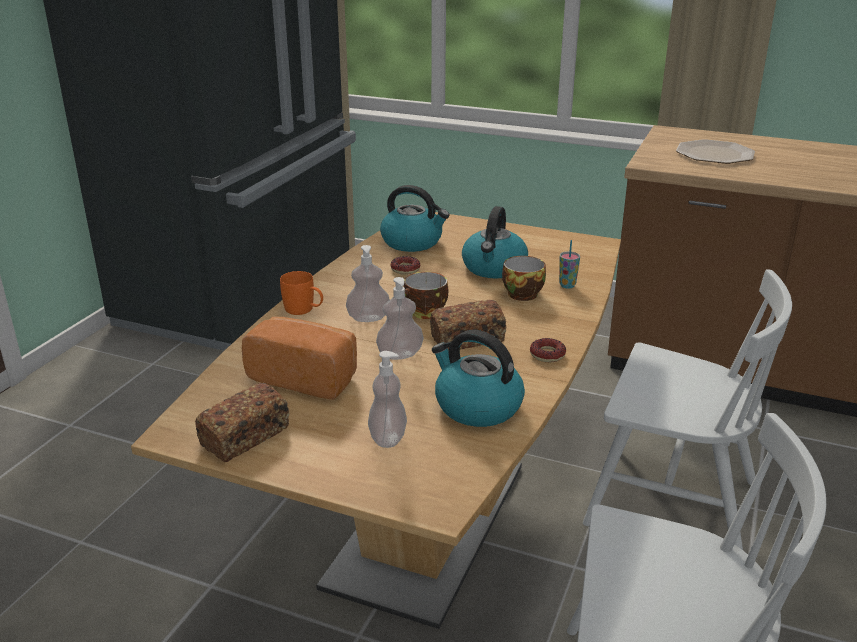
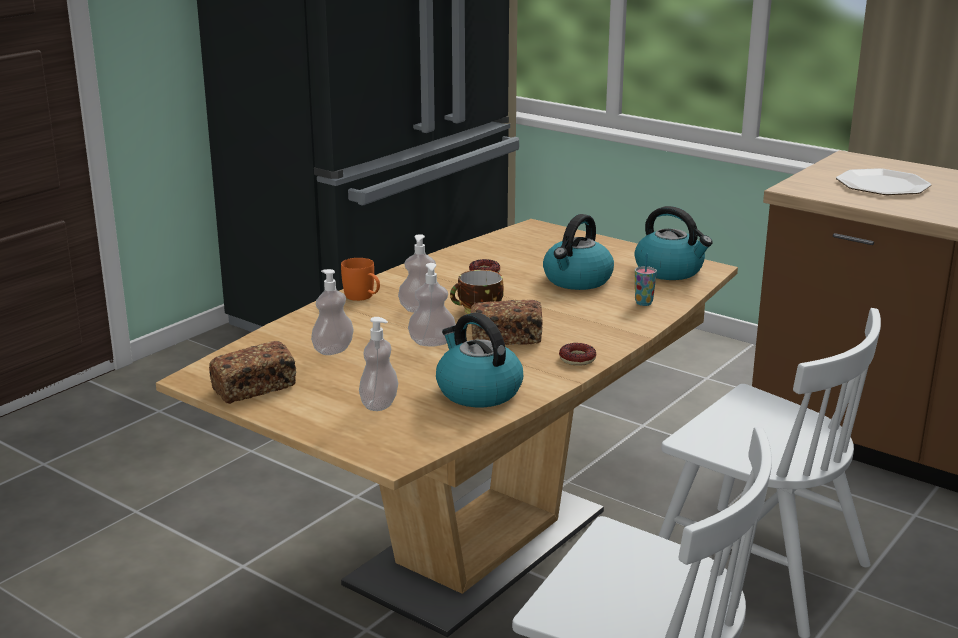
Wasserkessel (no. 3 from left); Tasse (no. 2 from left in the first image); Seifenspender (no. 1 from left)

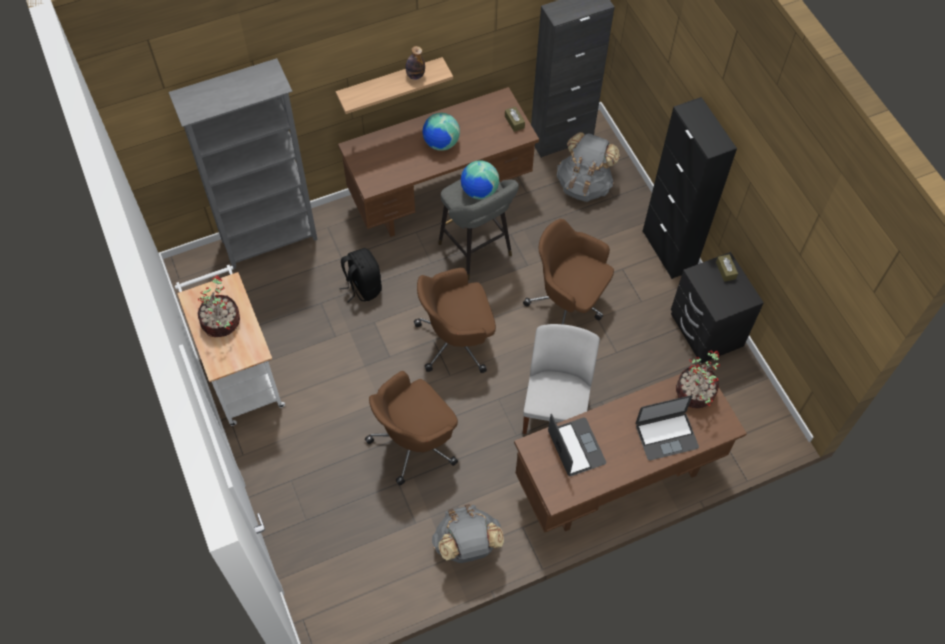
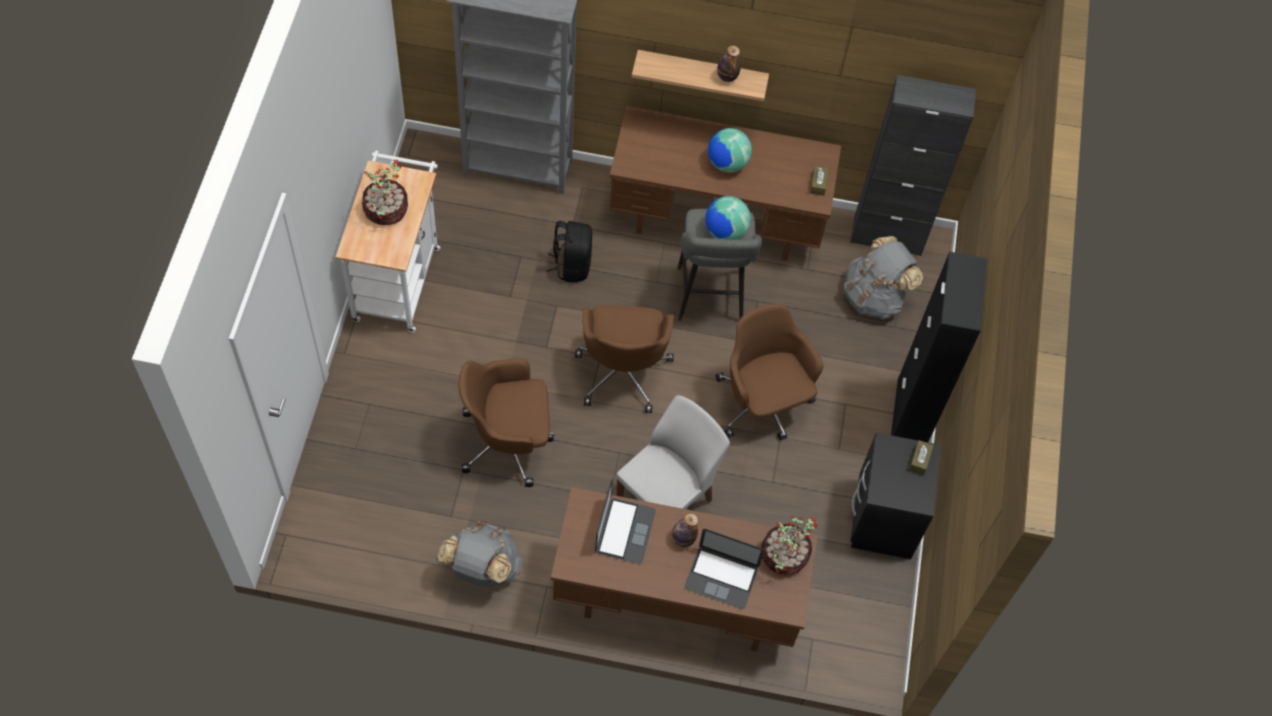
Bürostuhl/braun (no. 2 from left); Flasche (no. 1 from left)

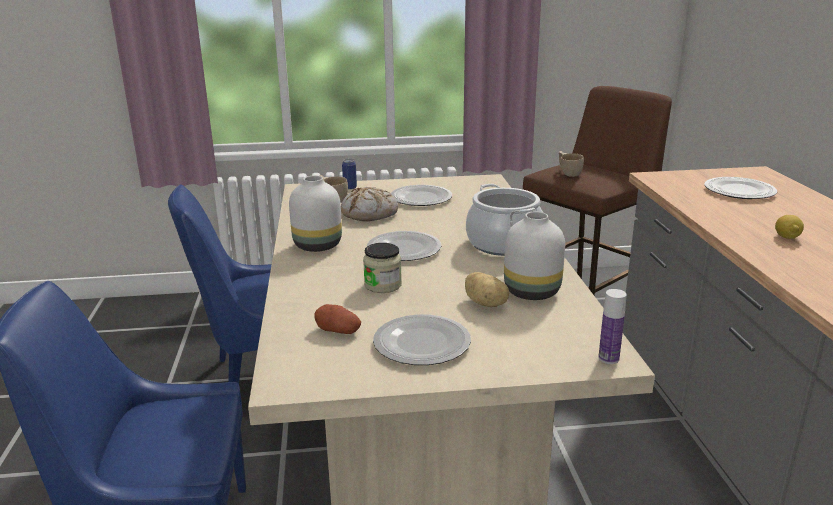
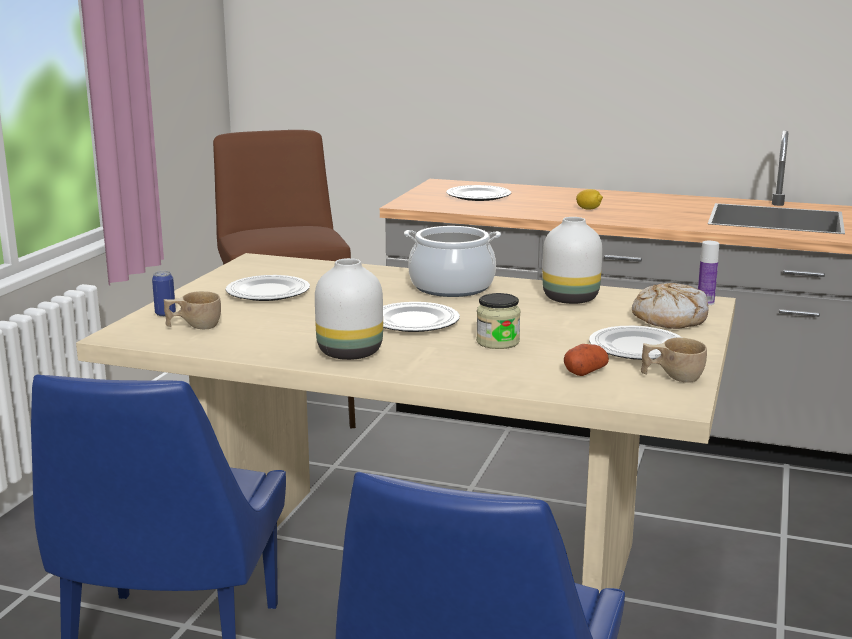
Tasse/beige (no. 2 from left); Brot; Kartoffel (no. 2 from left in the first image)

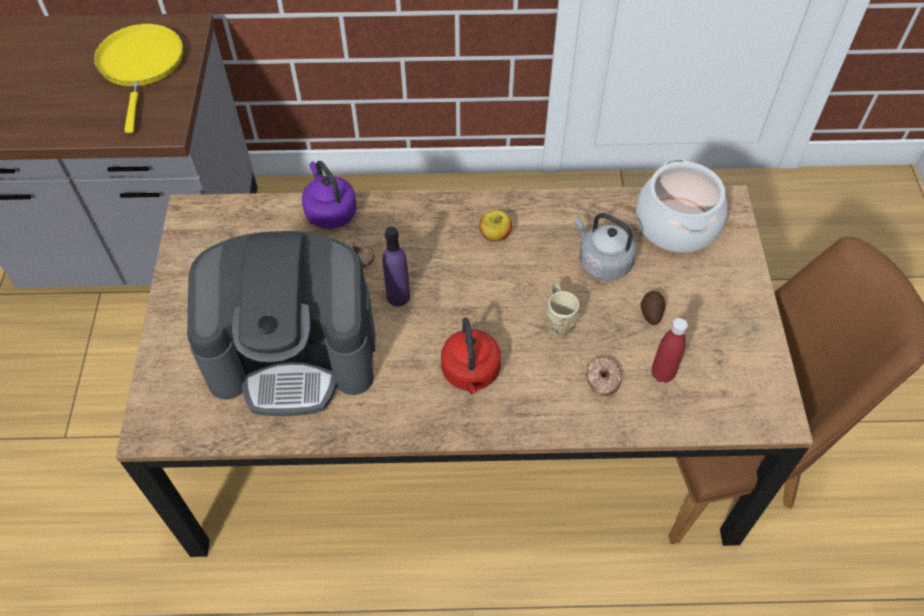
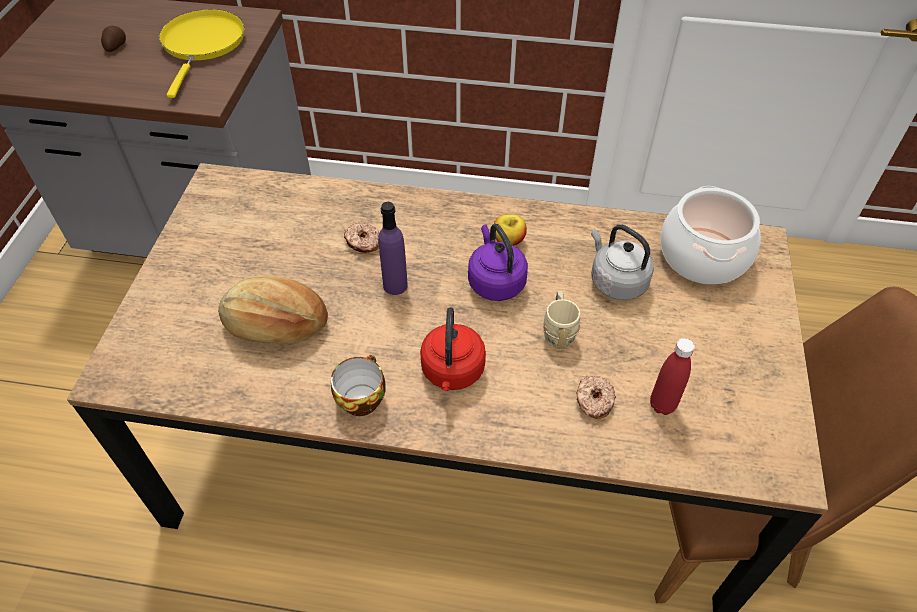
Wasserkessel/lila; Brot; Kartoffel; Tasse

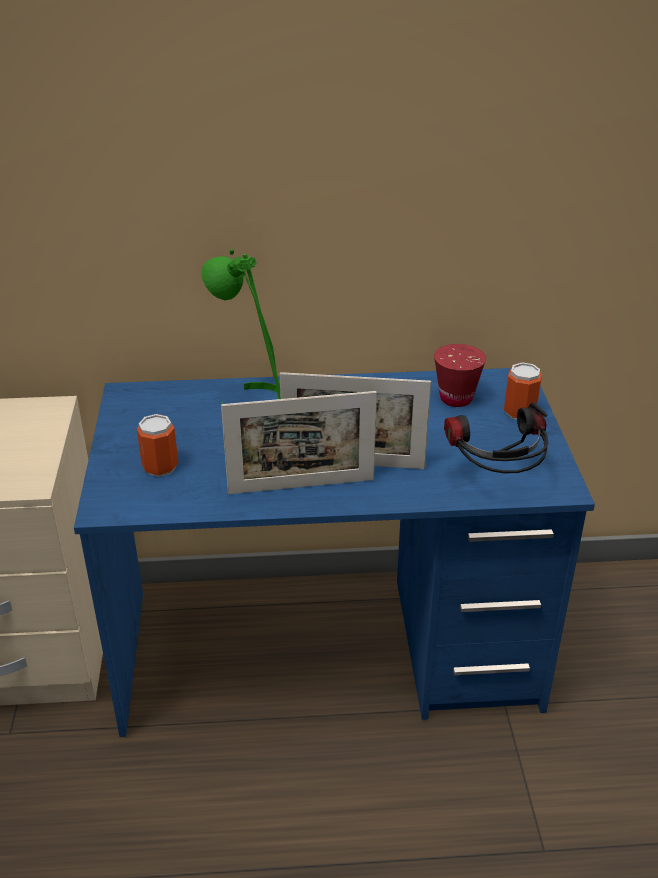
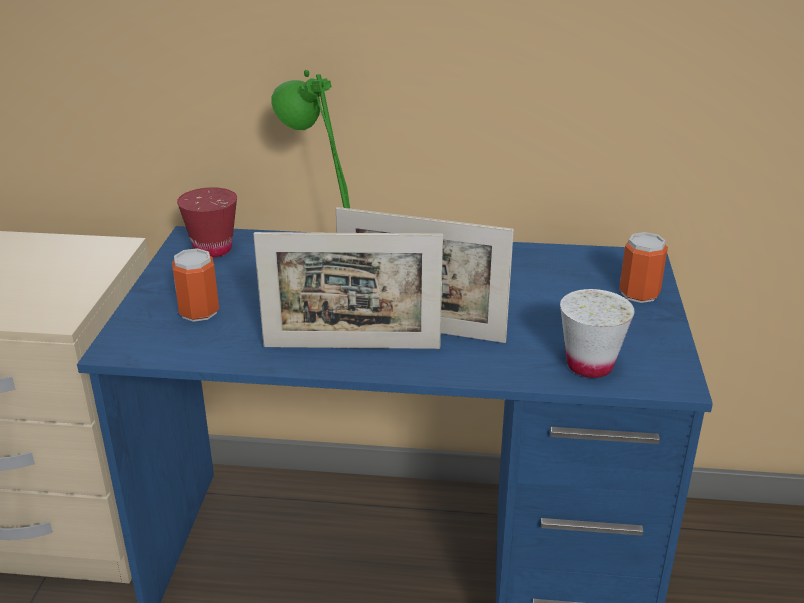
Tasse/rot; Tasse/weiß

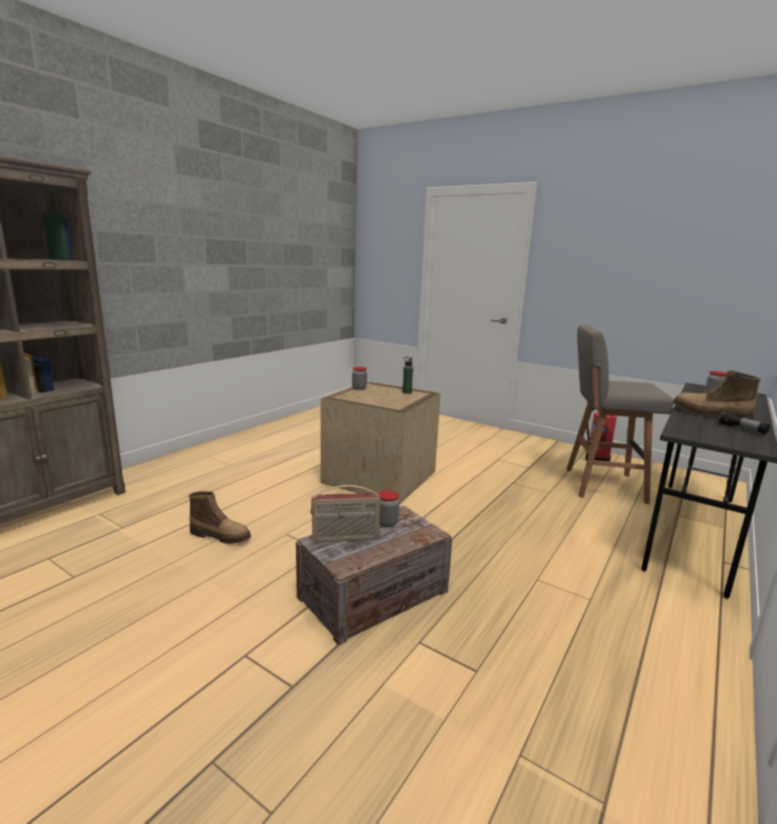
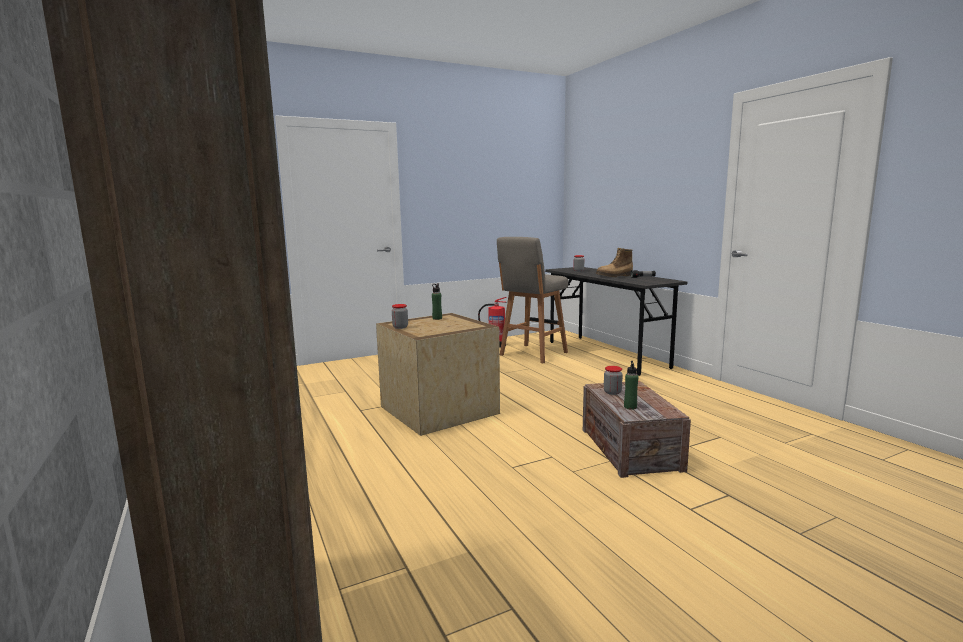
Flasche/grün (no. 2 from left); Stiefel (no. 1 from left in the first image)

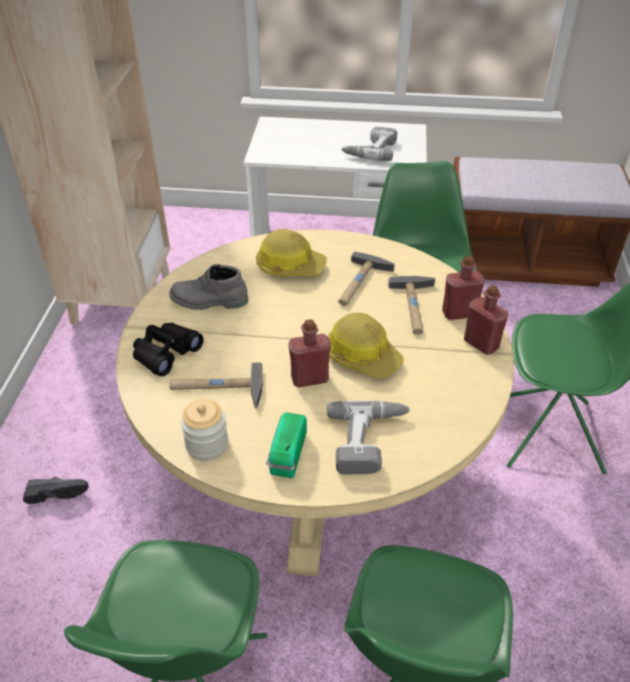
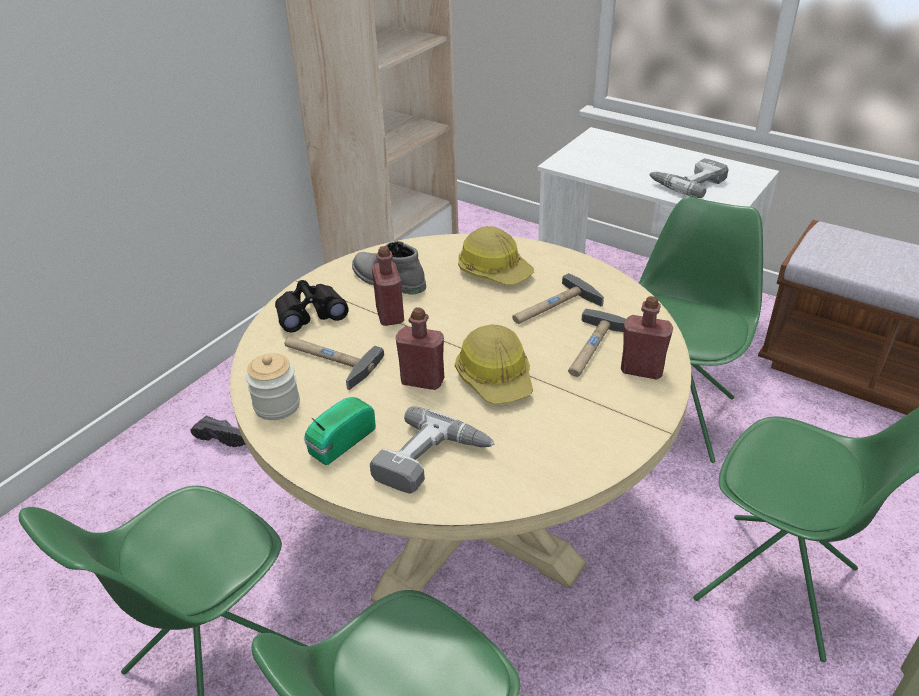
Flasche/rot (no. 1 from left)

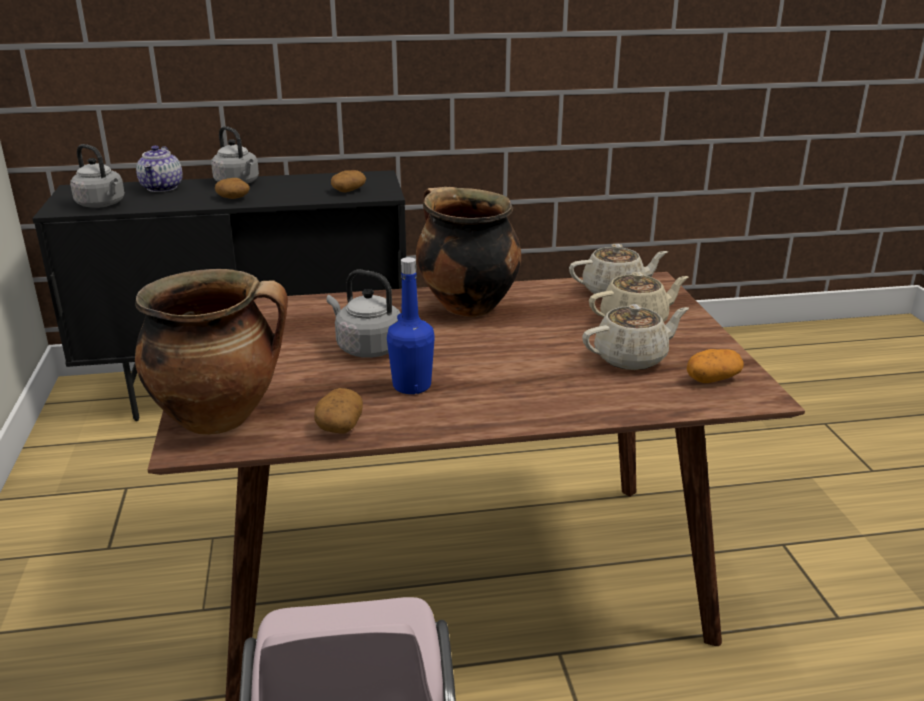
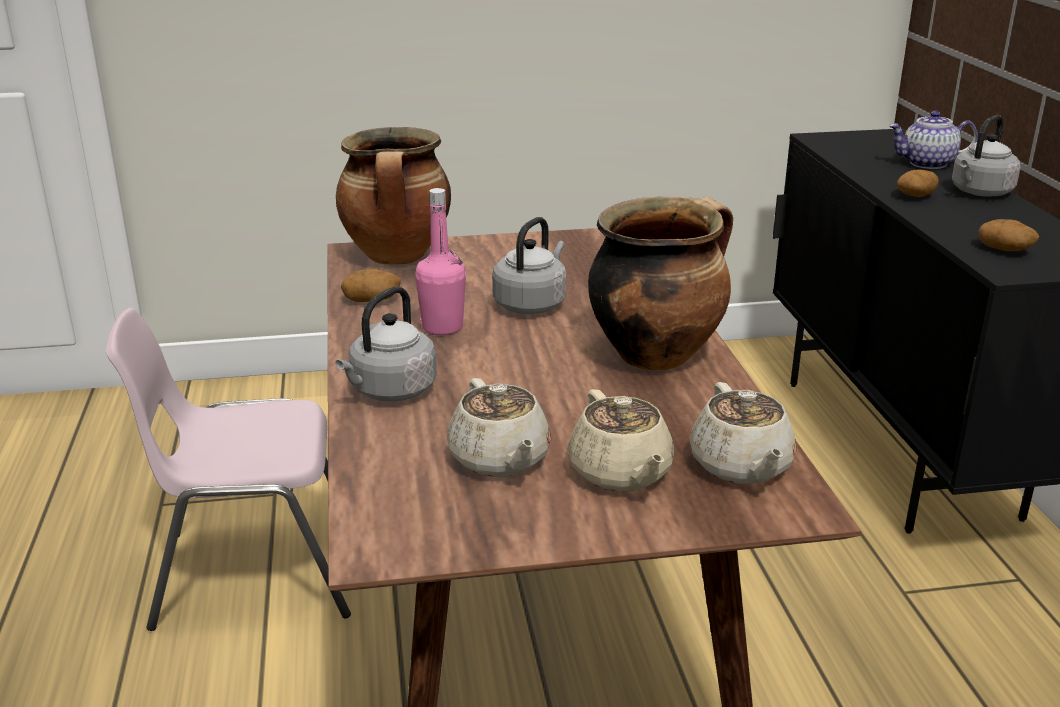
Wasserkessel/grau (no. 1 from left); Flasche/rosa; Kartoffel (no. 4 from left in the first image)

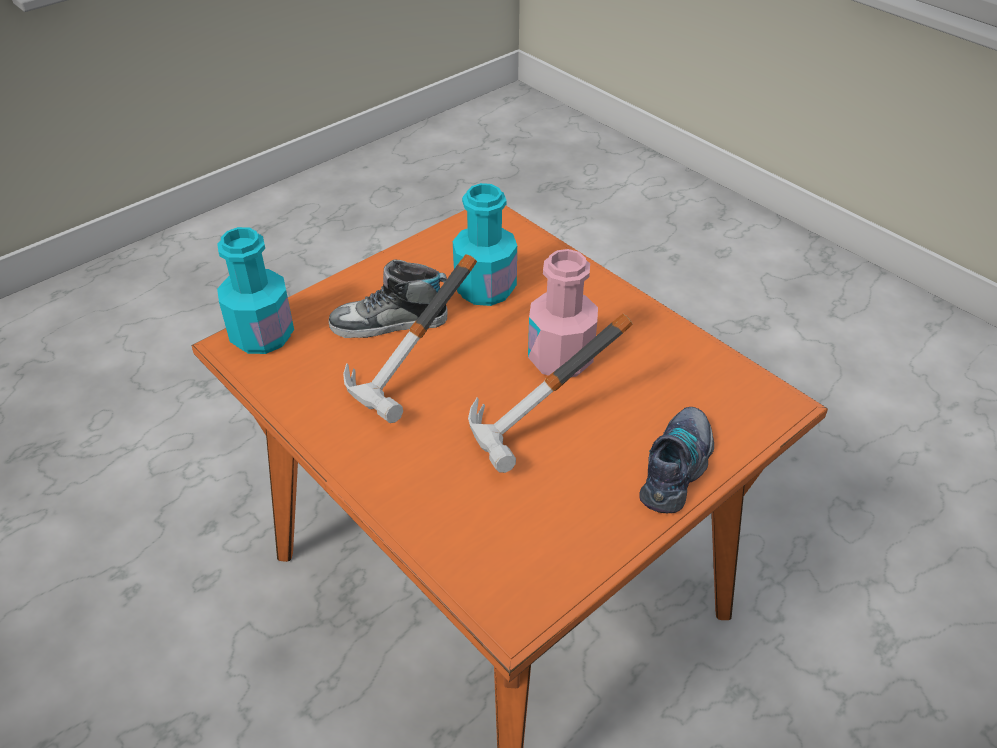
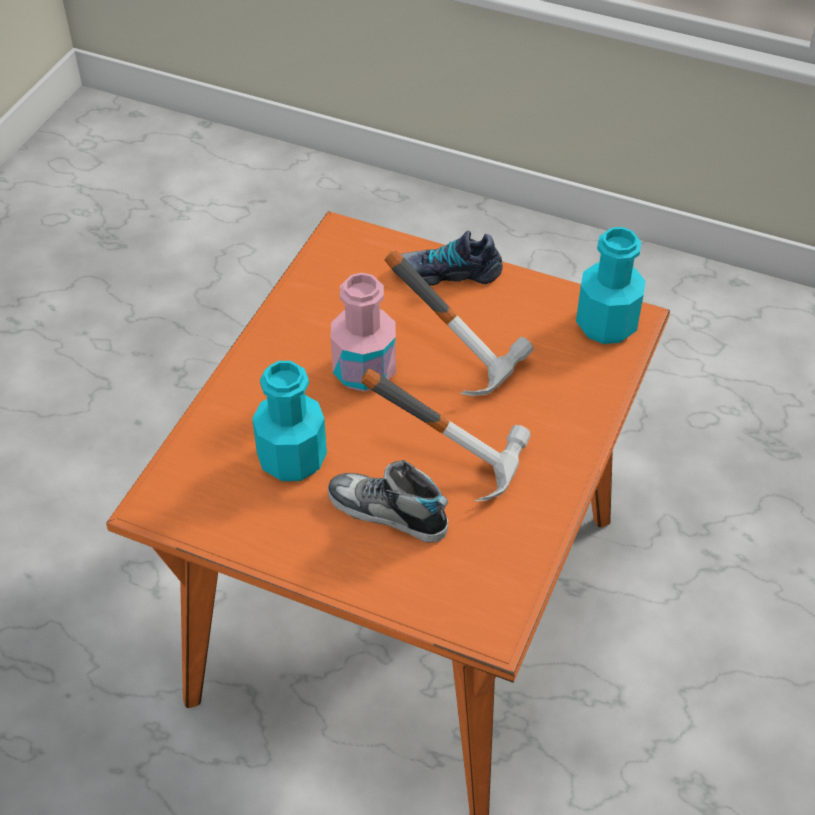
Flasche/türkis (no. 2 from left); Schuh (no. 1 from left)

